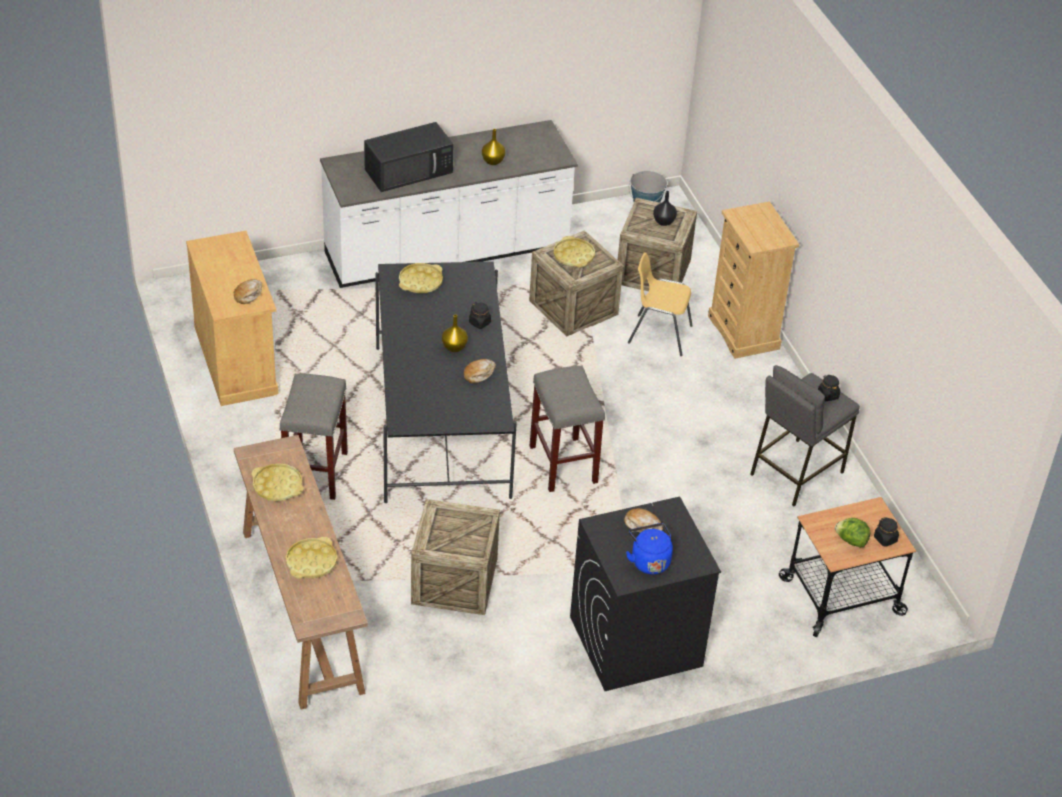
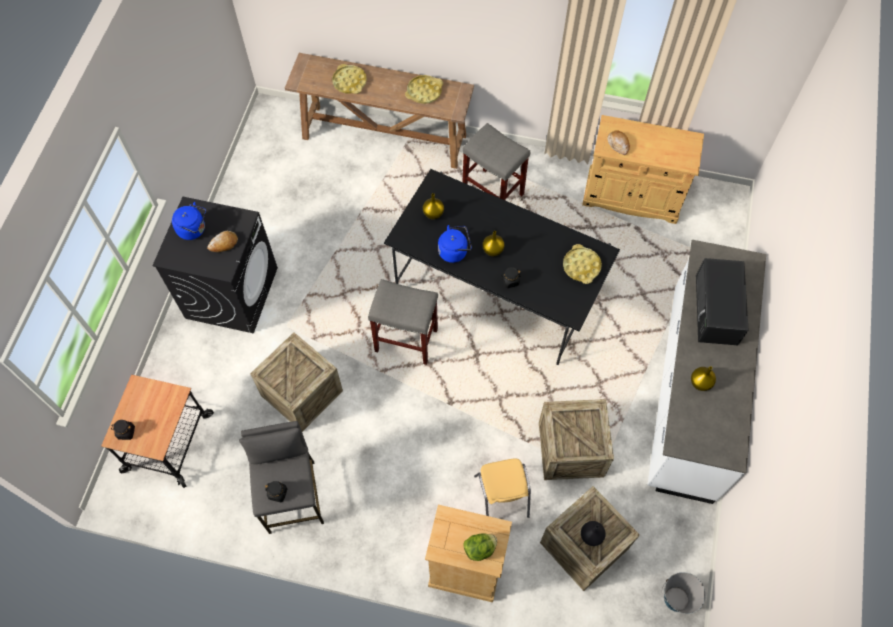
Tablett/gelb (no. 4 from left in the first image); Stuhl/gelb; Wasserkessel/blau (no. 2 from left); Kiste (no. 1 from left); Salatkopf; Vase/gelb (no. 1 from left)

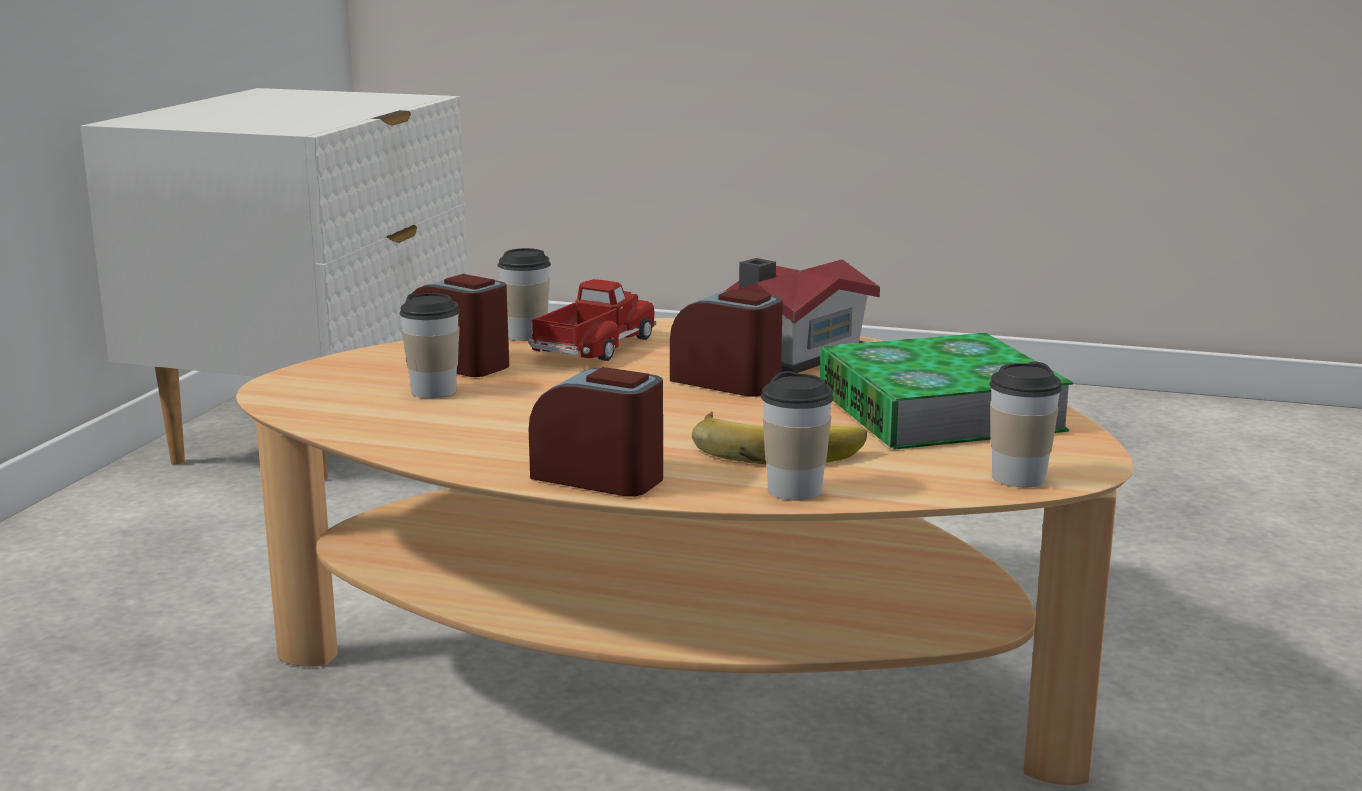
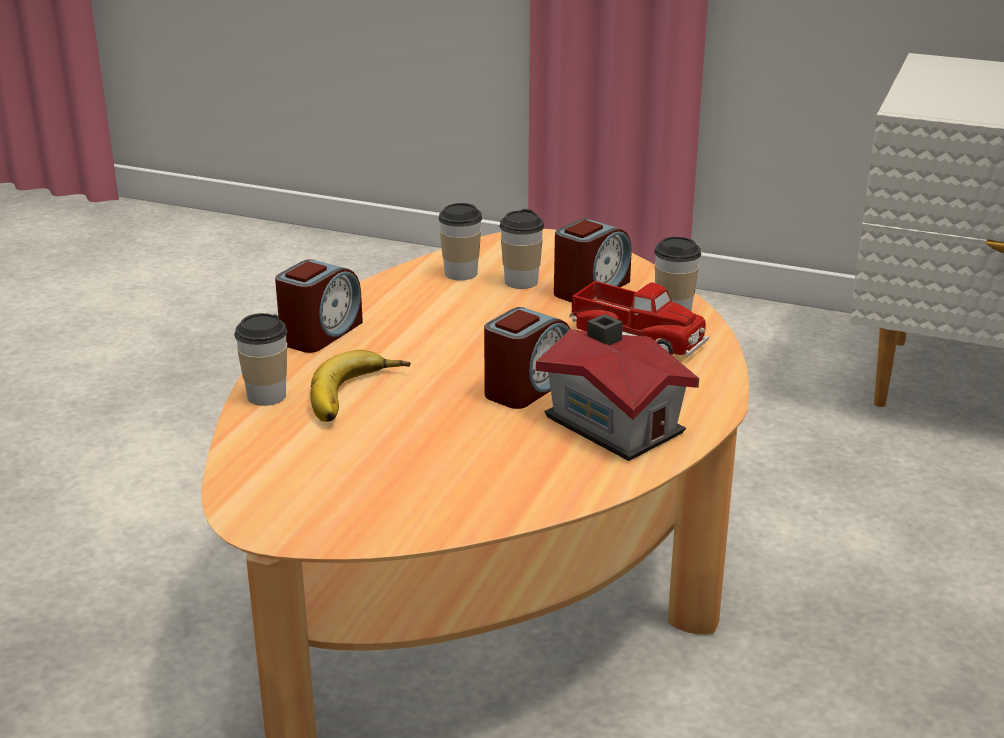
Buch; Tasse (no. 2 from left)

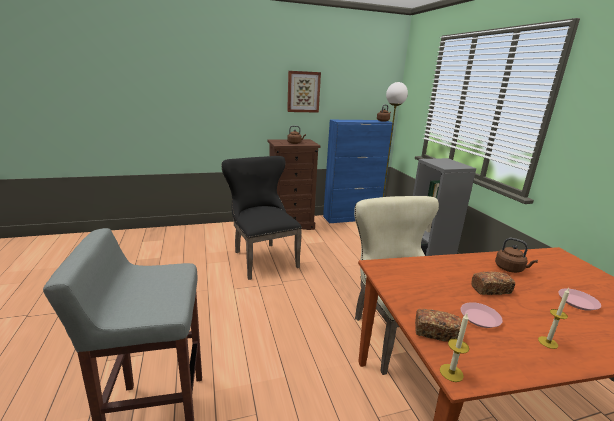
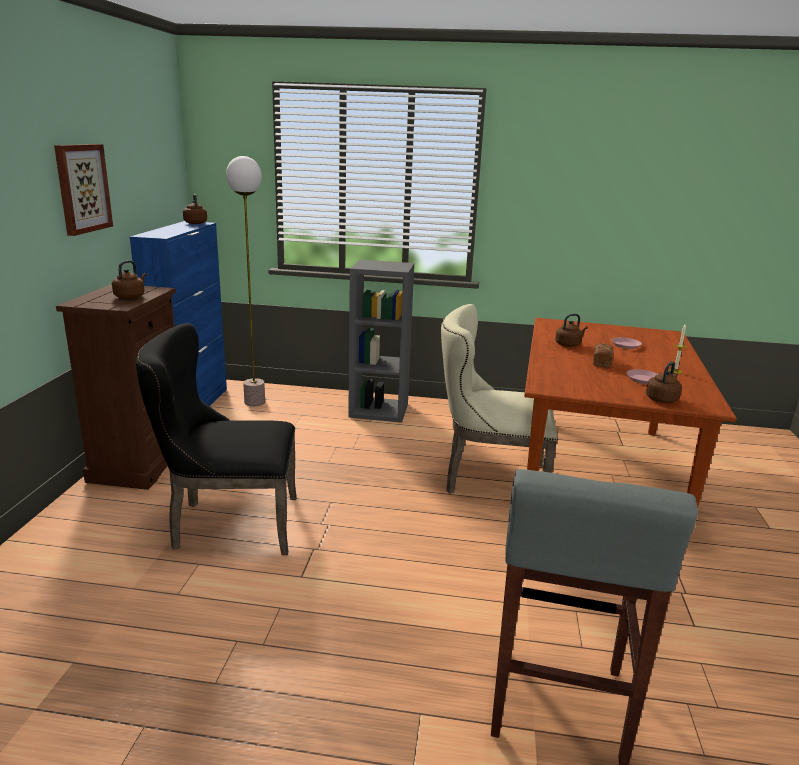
Wasserkessel/braun (no. 4 from left); Kerze (no. 1 from left in the first image)

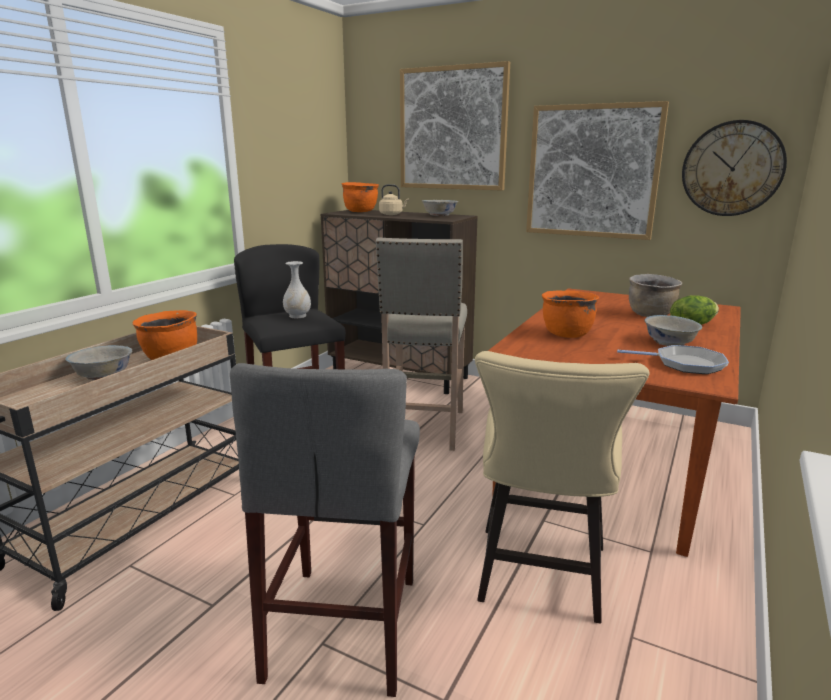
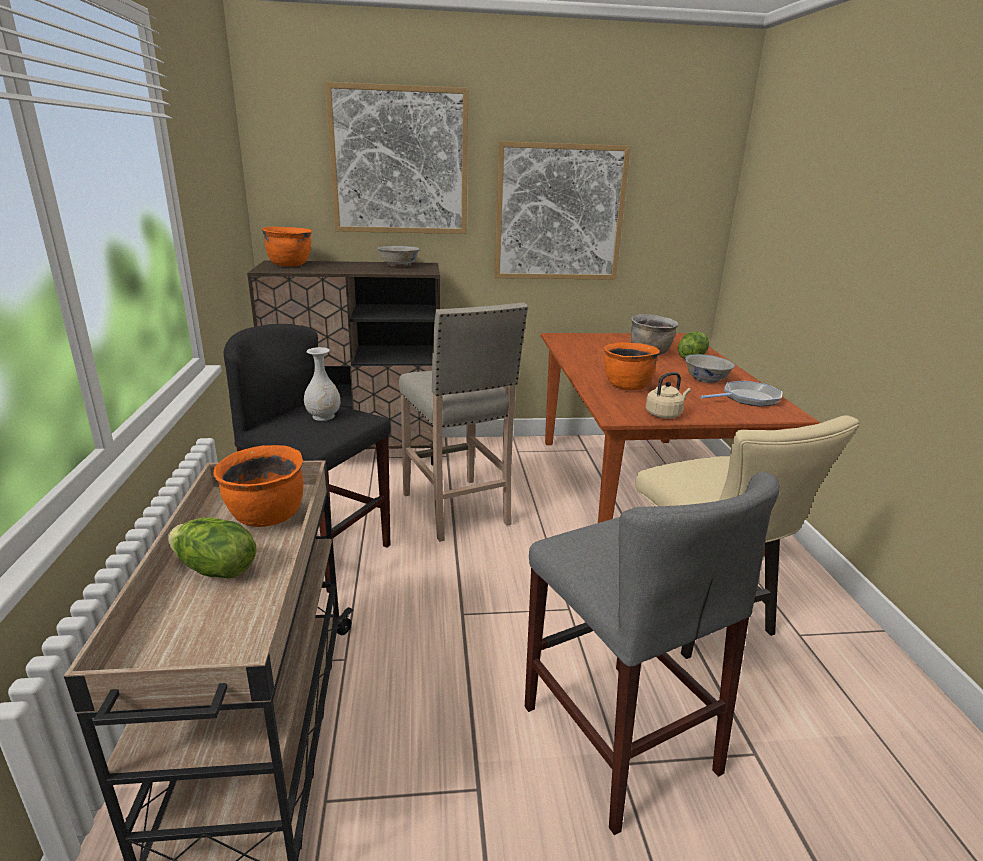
Wanduhr; Wasserkessel/beige; Salatkopf (no. 1 from left)

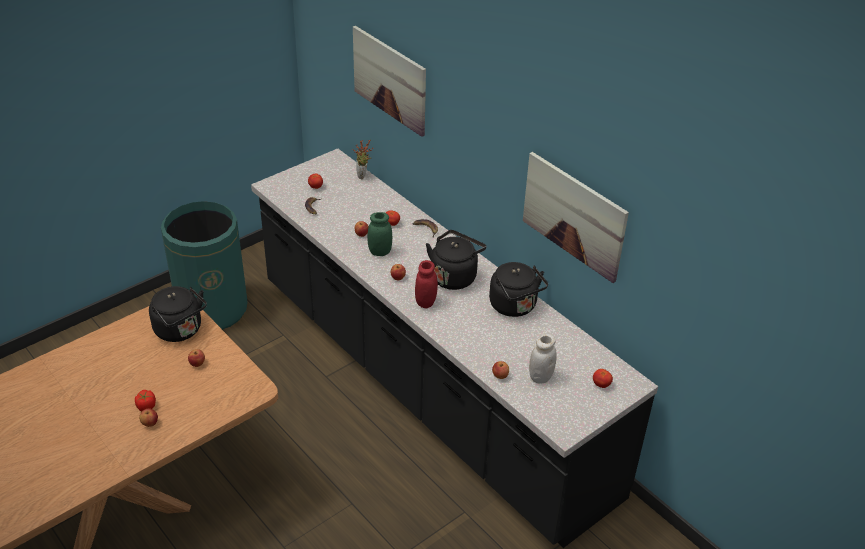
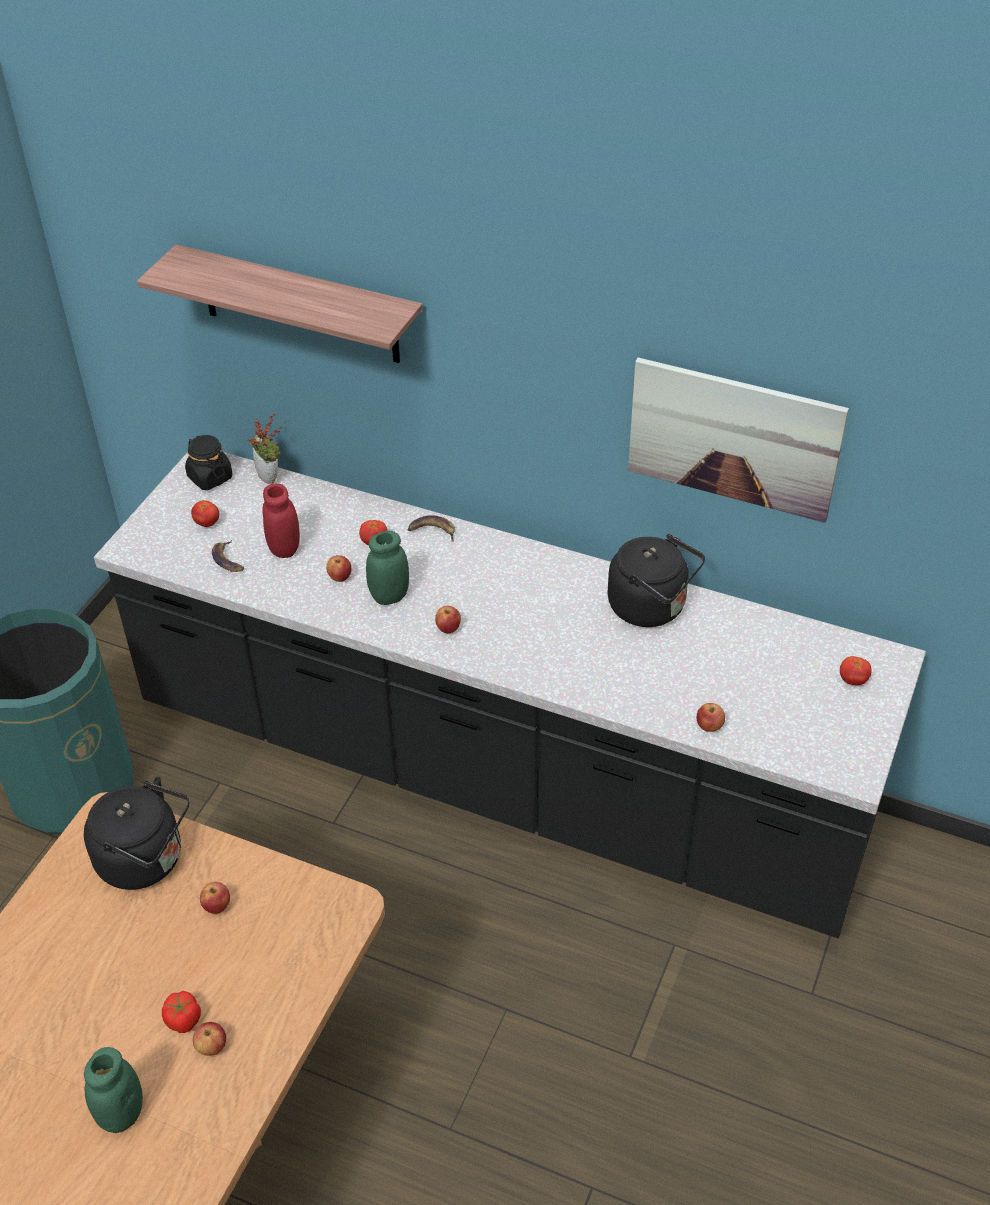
Wandregal; Wasserkessel/schwarz (no. 2 from left in the first image); Vorratsglas/rot; Vorratsglas/weiß; Vorratsglas/schwarz; Vorratsglas/grün (no. 1 from left)

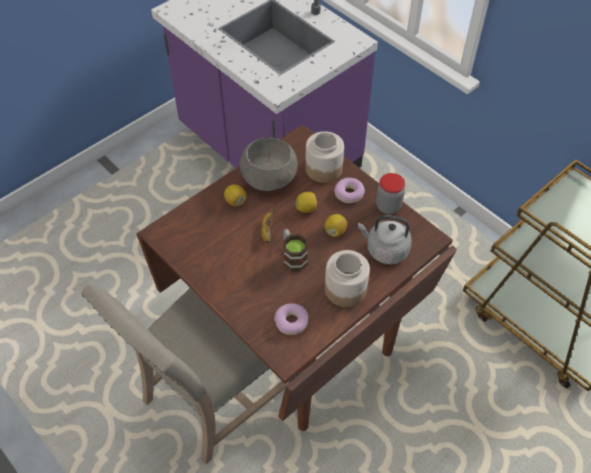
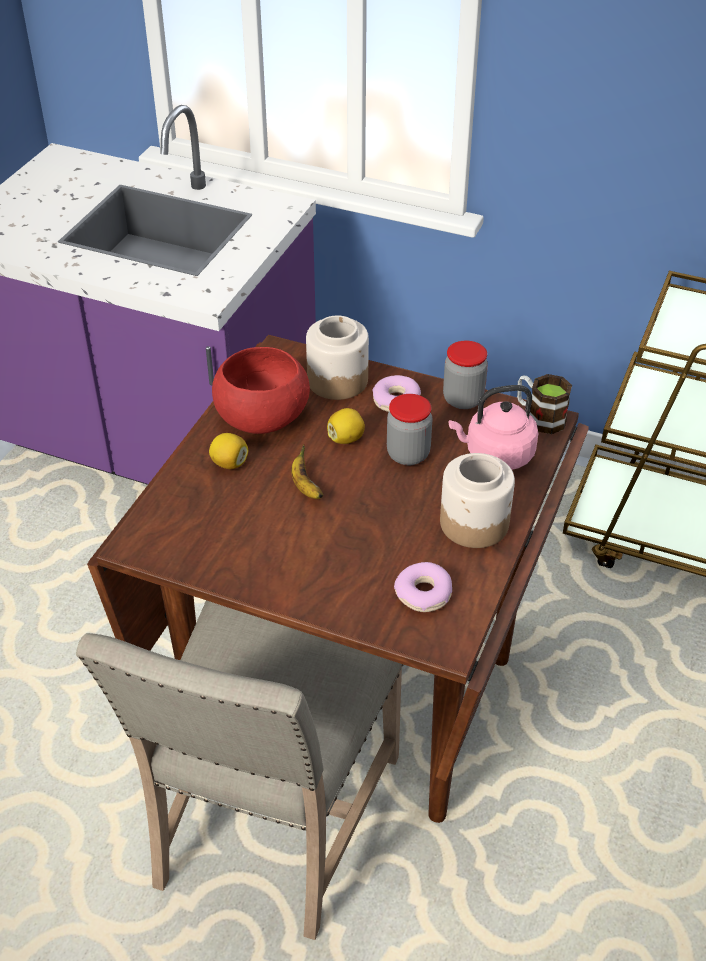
Schüssel/rot; Vorratsglas (no. 2 from left); Wasserkessel/rosa; Henkelbecher

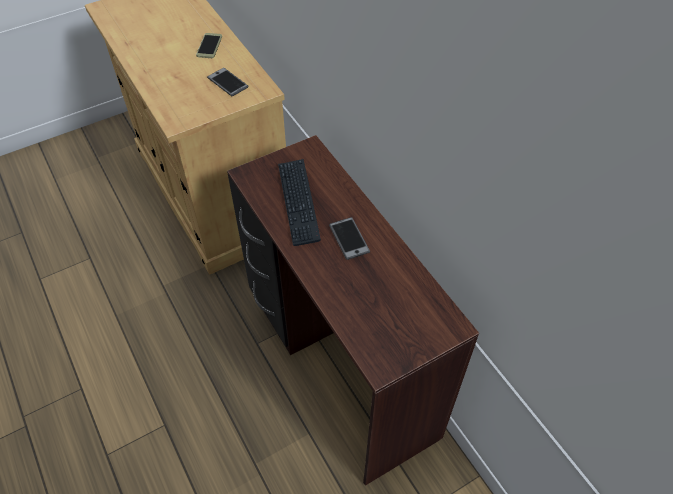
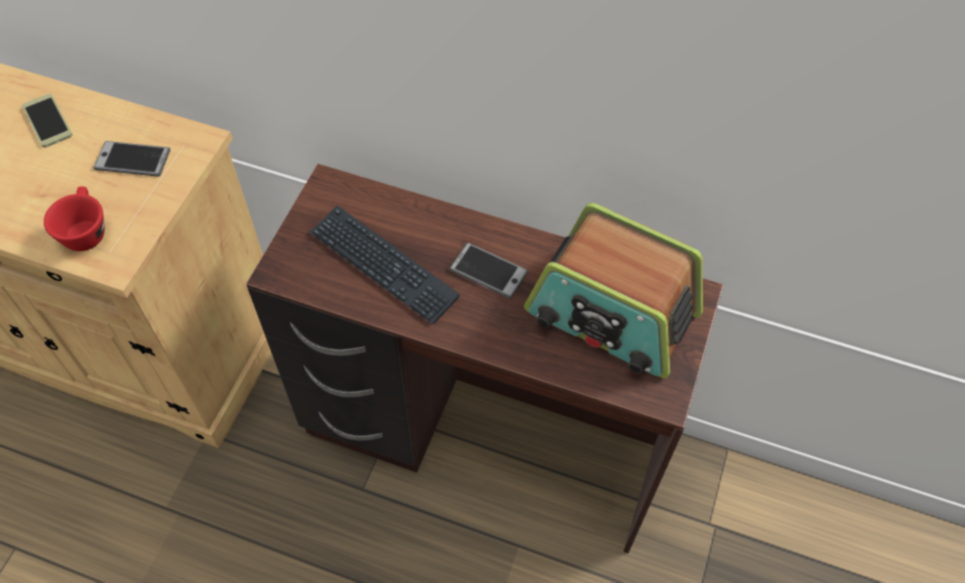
Tasse/rot; Radio

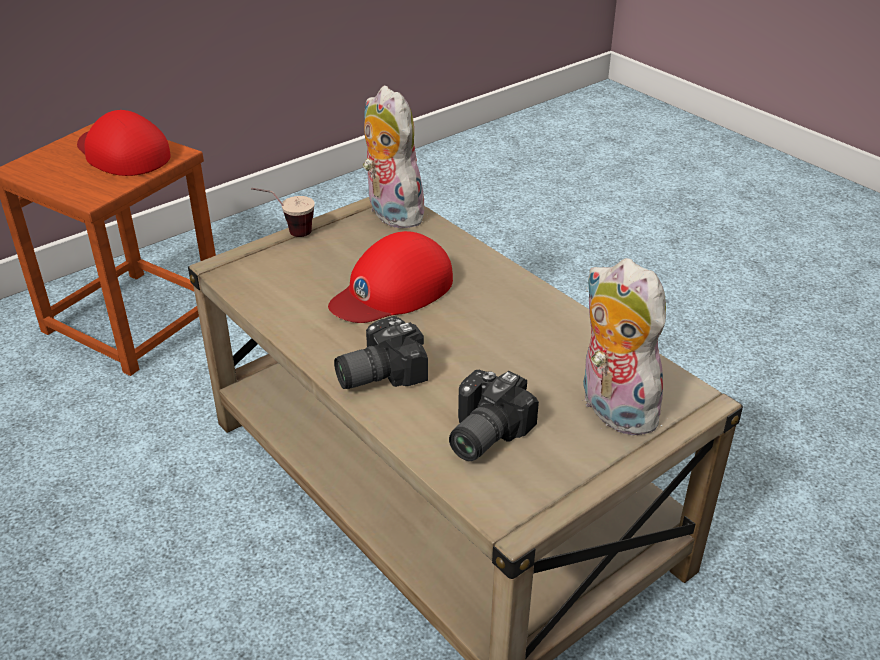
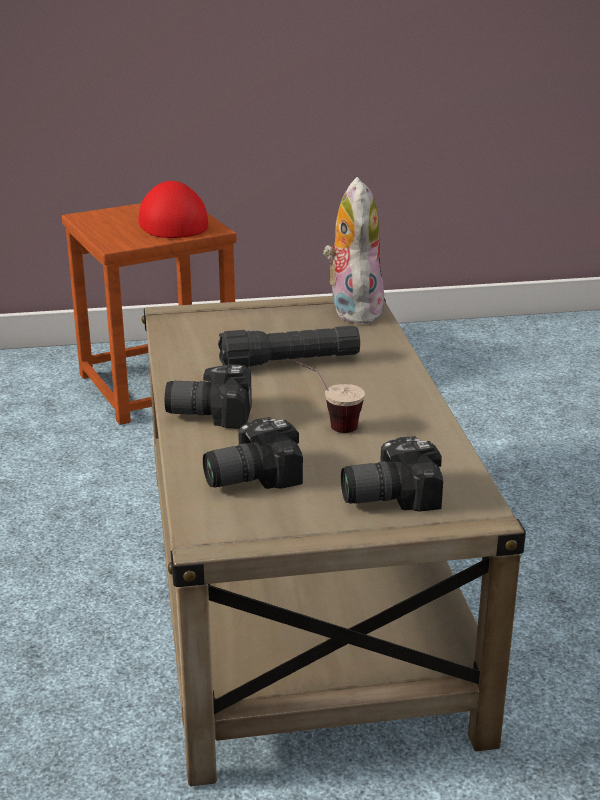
Tasse; Taschenlampe/schwarz; Kamera (no. 3 from left)

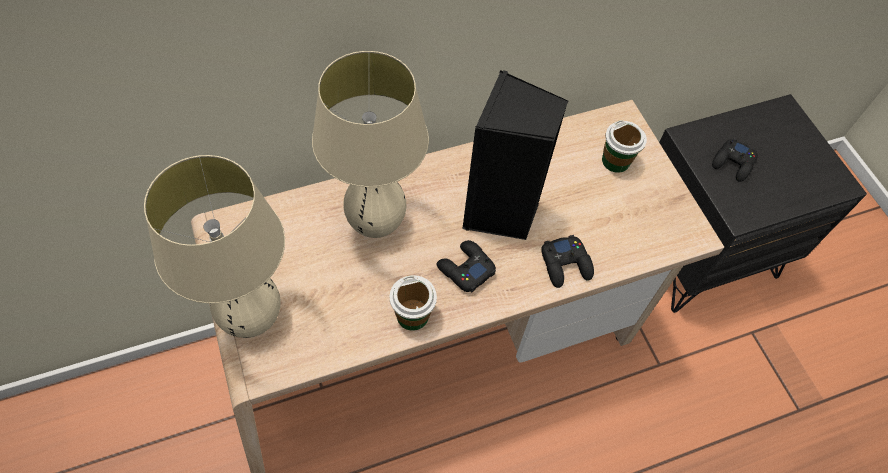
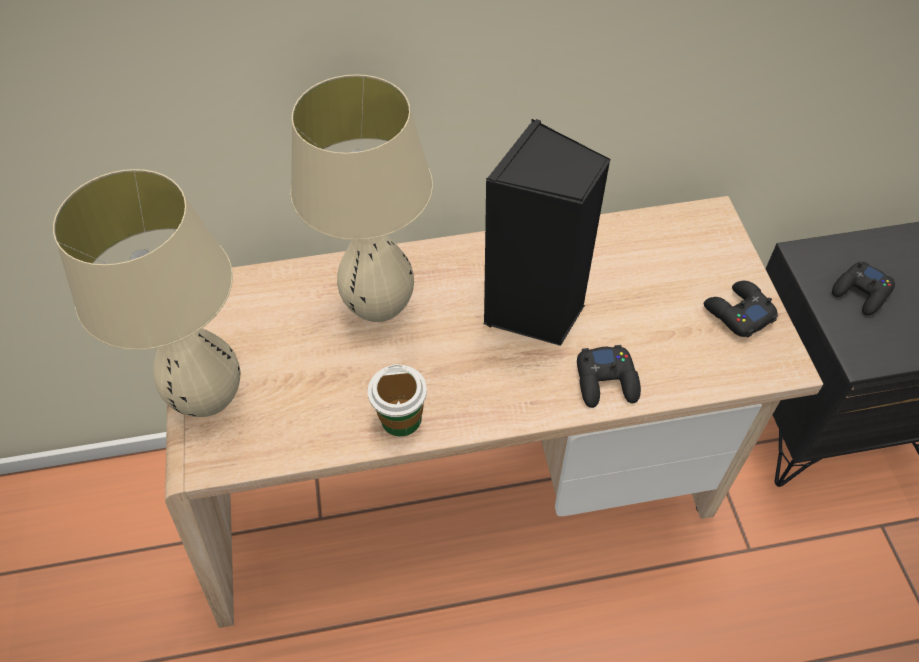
Tasse (no. 2 from left in the first image); Gamepad/schwarz (no. 2 from left)

